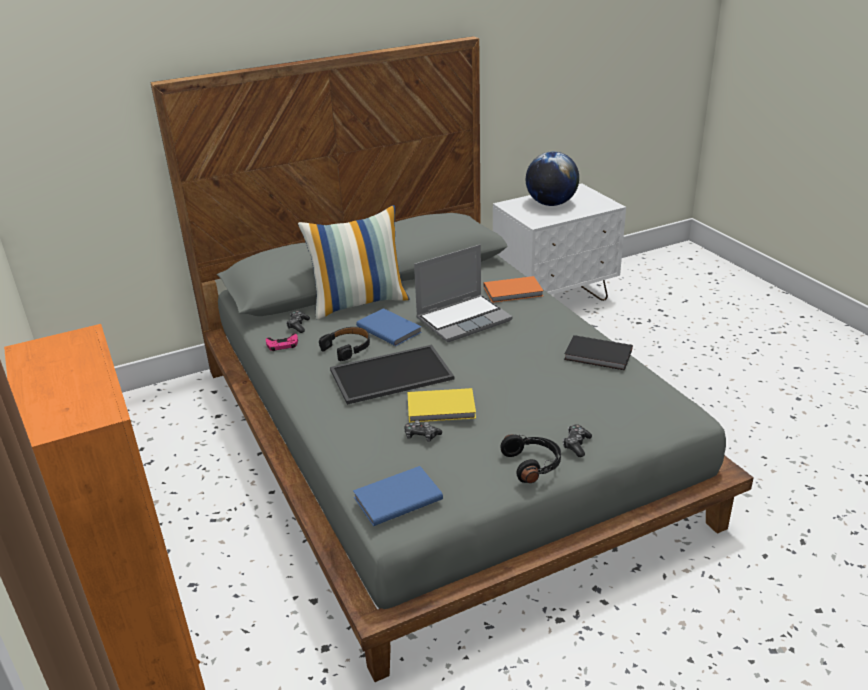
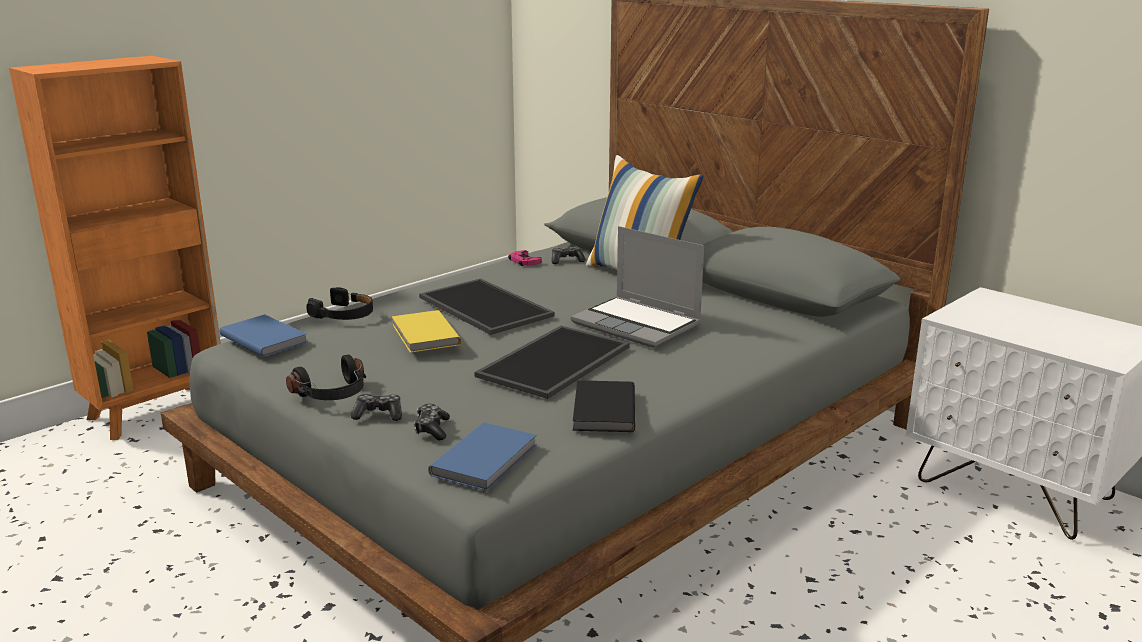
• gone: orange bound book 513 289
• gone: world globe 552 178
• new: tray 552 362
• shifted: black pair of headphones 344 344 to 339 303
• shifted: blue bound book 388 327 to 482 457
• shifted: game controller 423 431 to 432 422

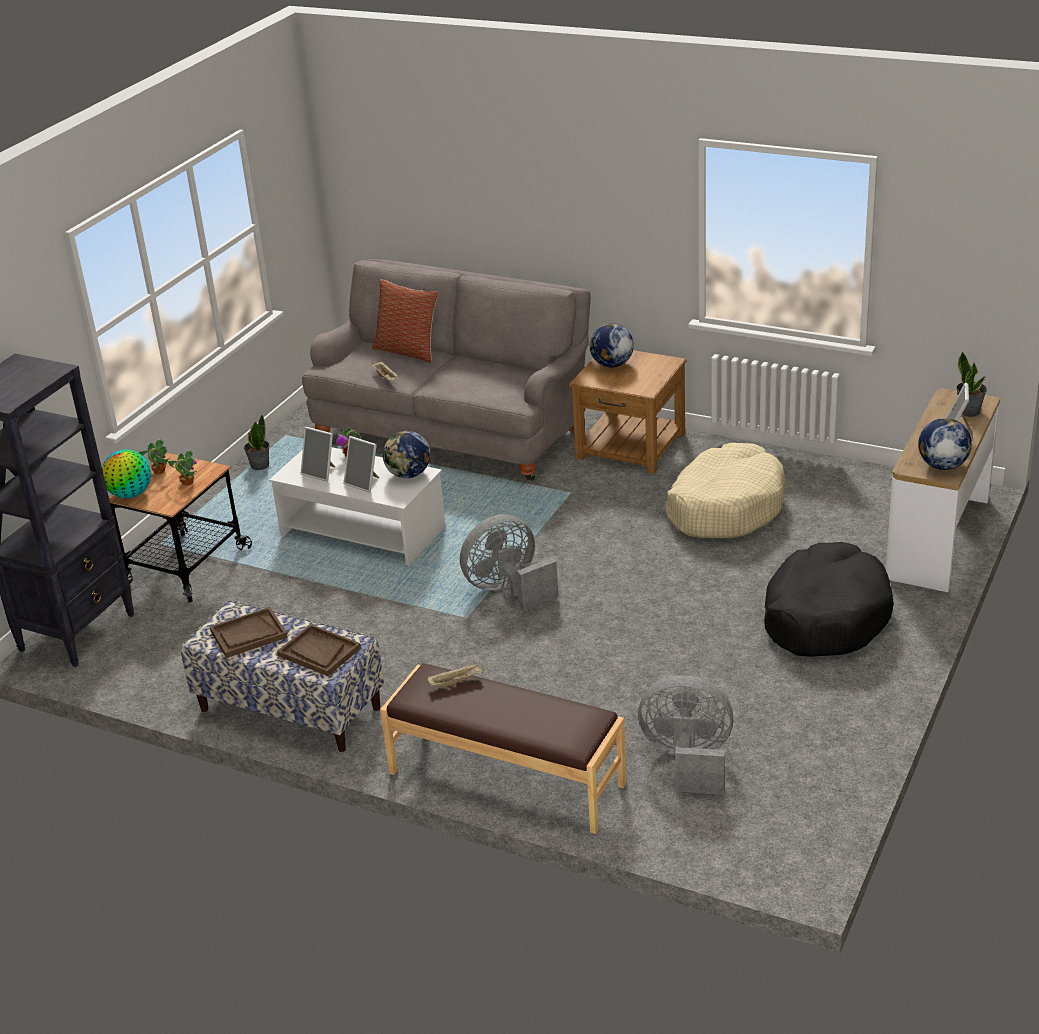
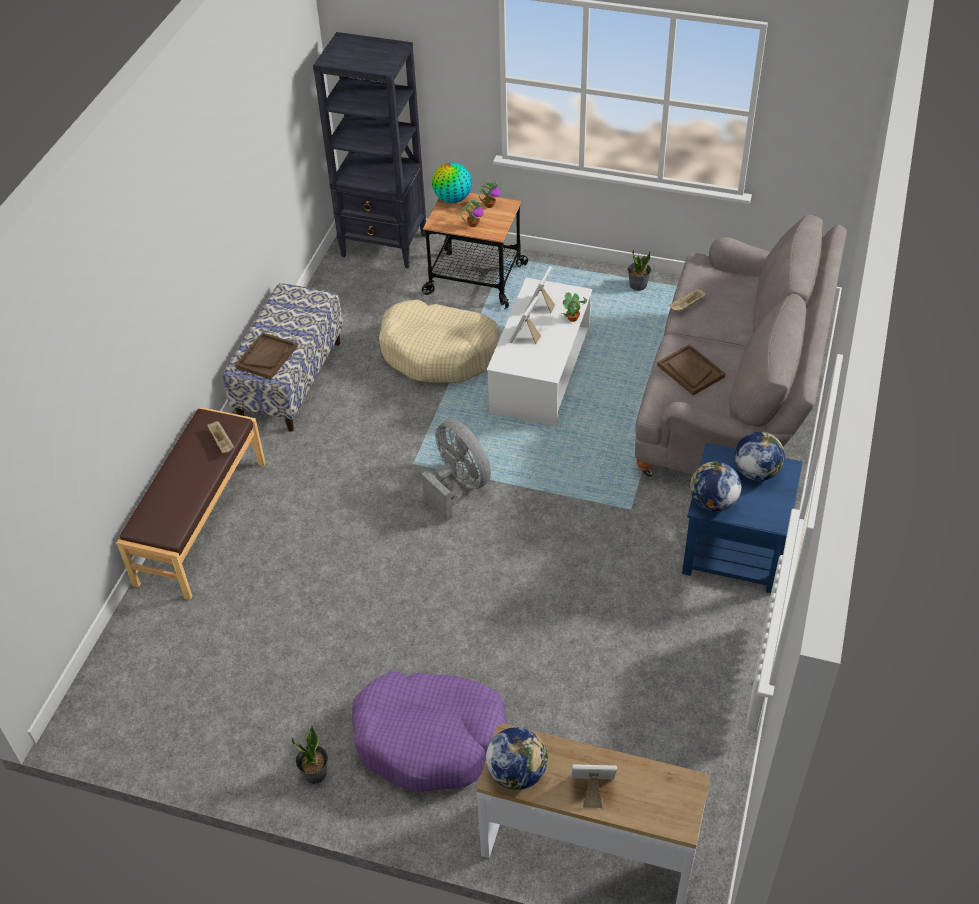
• gone: cushion 405 321
• gone: greyish cooling fan 686 735
• shifted: brown-coloured tray 249 632 to 691 370
• shifted: world globe 406 454 to 715 487
• shifted: beige dog cushion 725 490 to 439 341
• shifted: potted plant 971 384 to 309 755
• repainted: brown-coloured accent table 628 412 to blue accent table 742 518
• repainted: black dog cushion 829 599 to purplish dog cushion 430 731

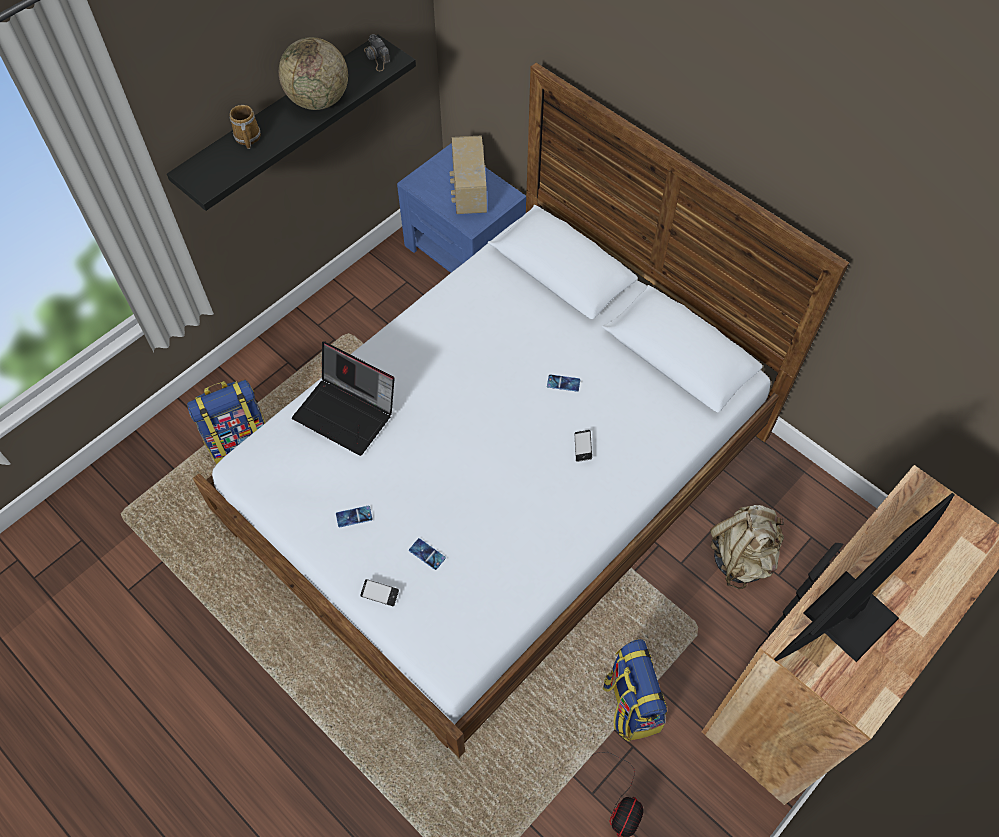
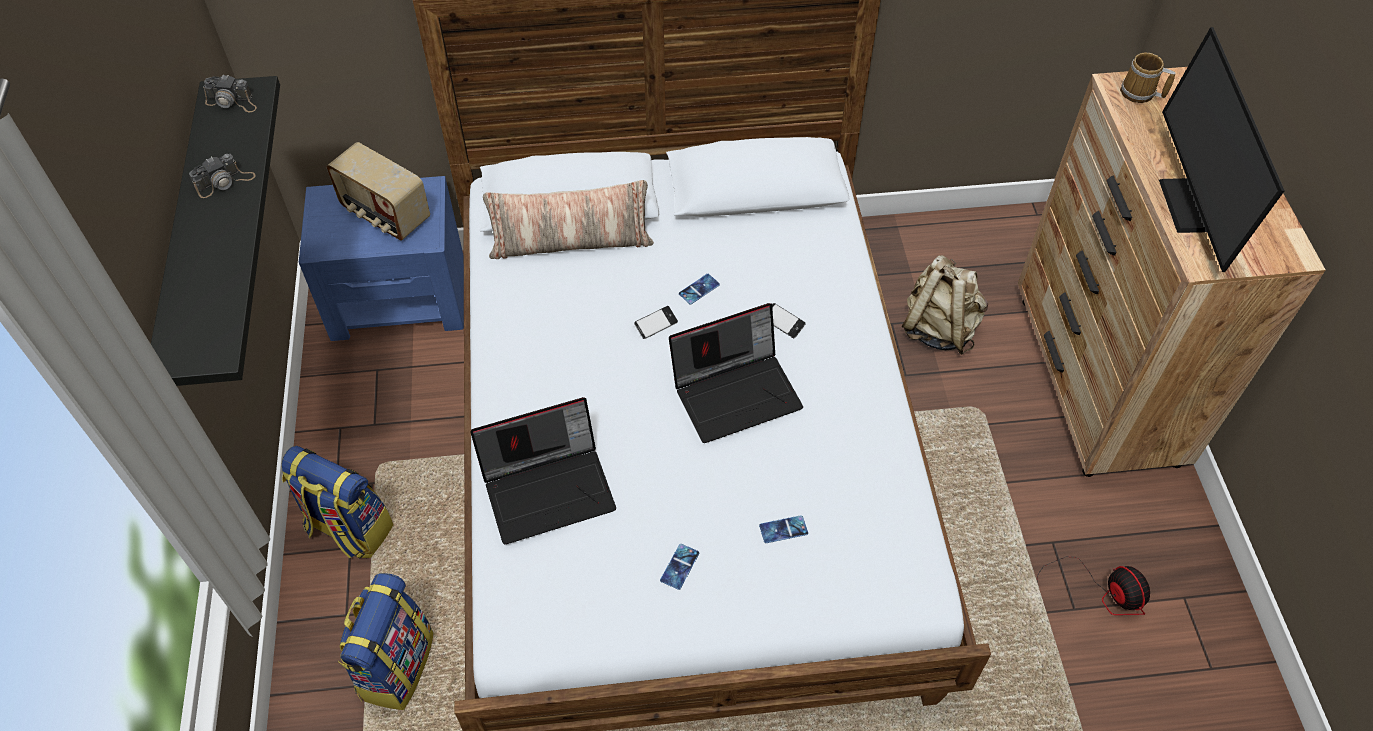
• new: cushion 568 219
• new: notebook computer 736 373
• shifted: mug 245 127 to 1148 77
• shifted: phone 379 592 to 656 322
• shifted: knapsack 634 690 to 337 502
• swapped: world globe 313 73 to still camera 222 176

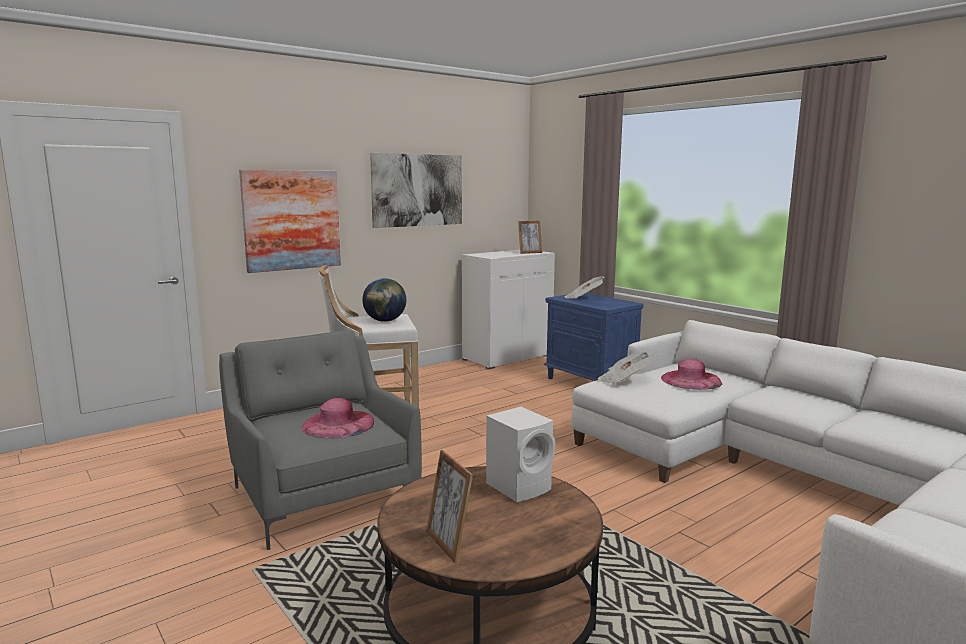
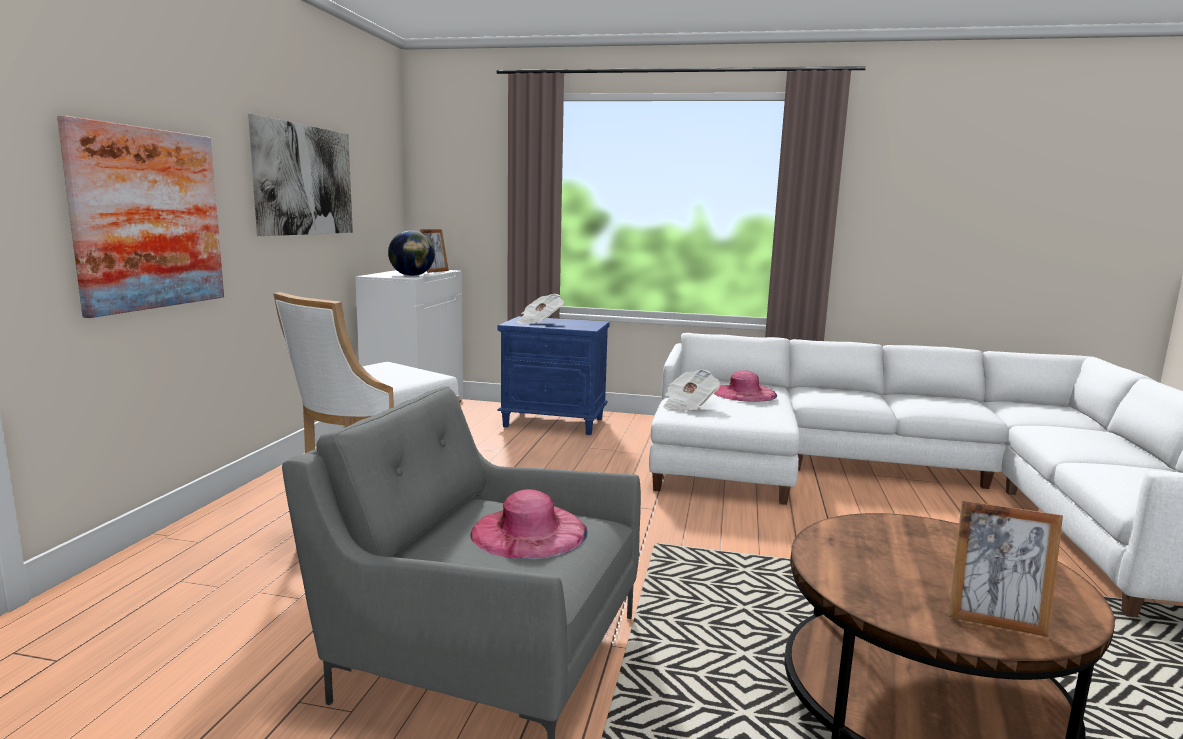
• gone: whitish speaker 520 454
• shifted: world globe 384 300 to 411 253

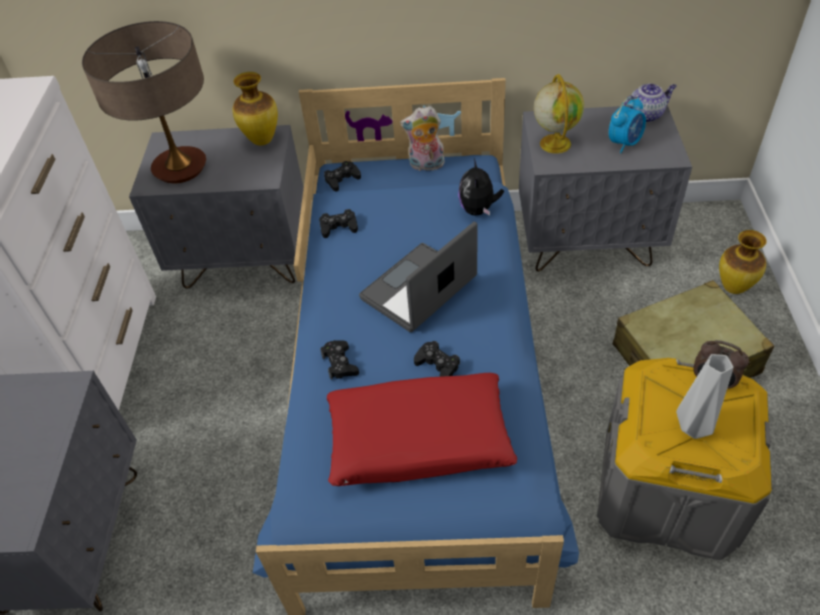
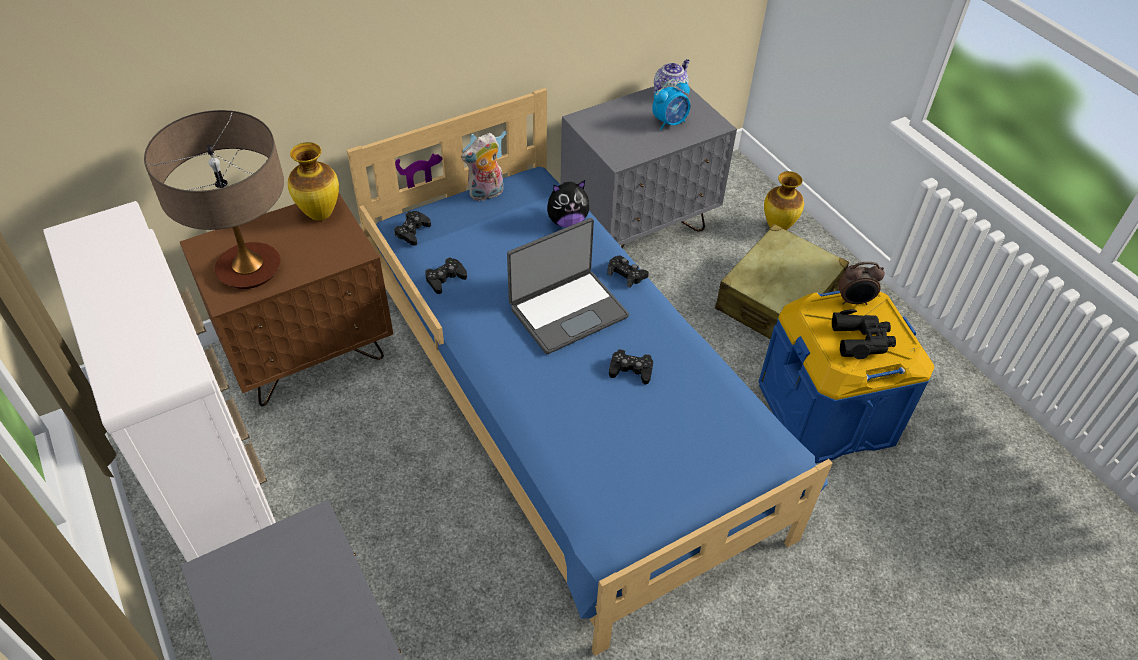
• gone: red-coloured cushion 422 429
• gone: world globe 558 114
• shifted: black game controller 339 359 to 628 272
• swapped: greyish decorative vase 704 396 to black binoculars 864 334
• repainted: greyish bedside table 216 206 to brown-coloured bedside table 286 299
• repainted: greyish storage box 684 459 to blue storage box 846 377
• rotated: notebook computer 418 277 = 568 286 135 degrees counterclockwise
• rotated: plush toy 481 187 = 568 203 75 degrees counterclockwise
• rotated: table clock 627 125 = 671 104 45 degrees clockwise

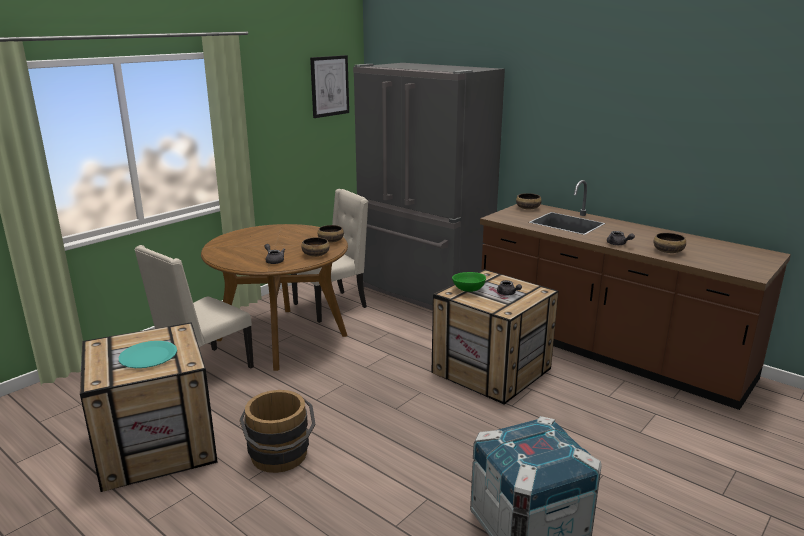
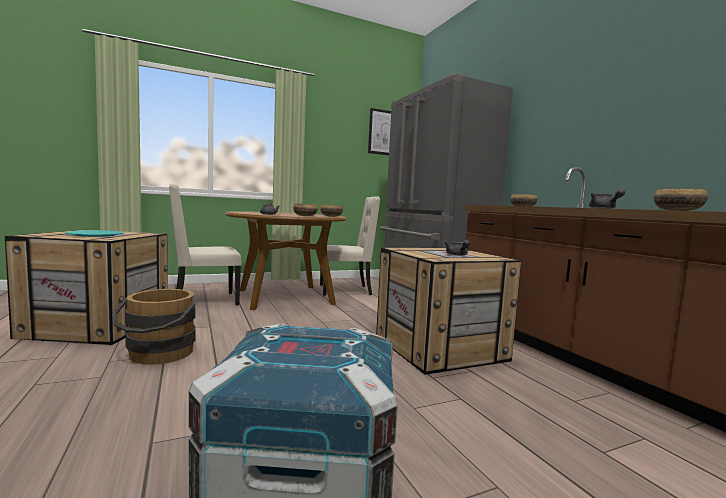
• gone: green-coloured bowl 469 282

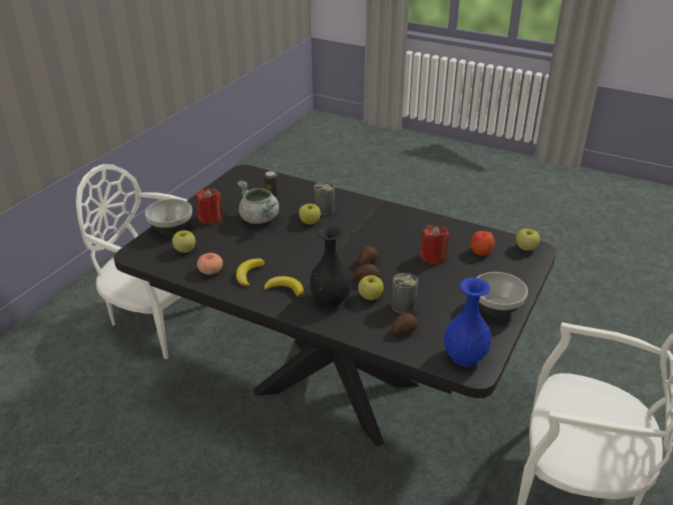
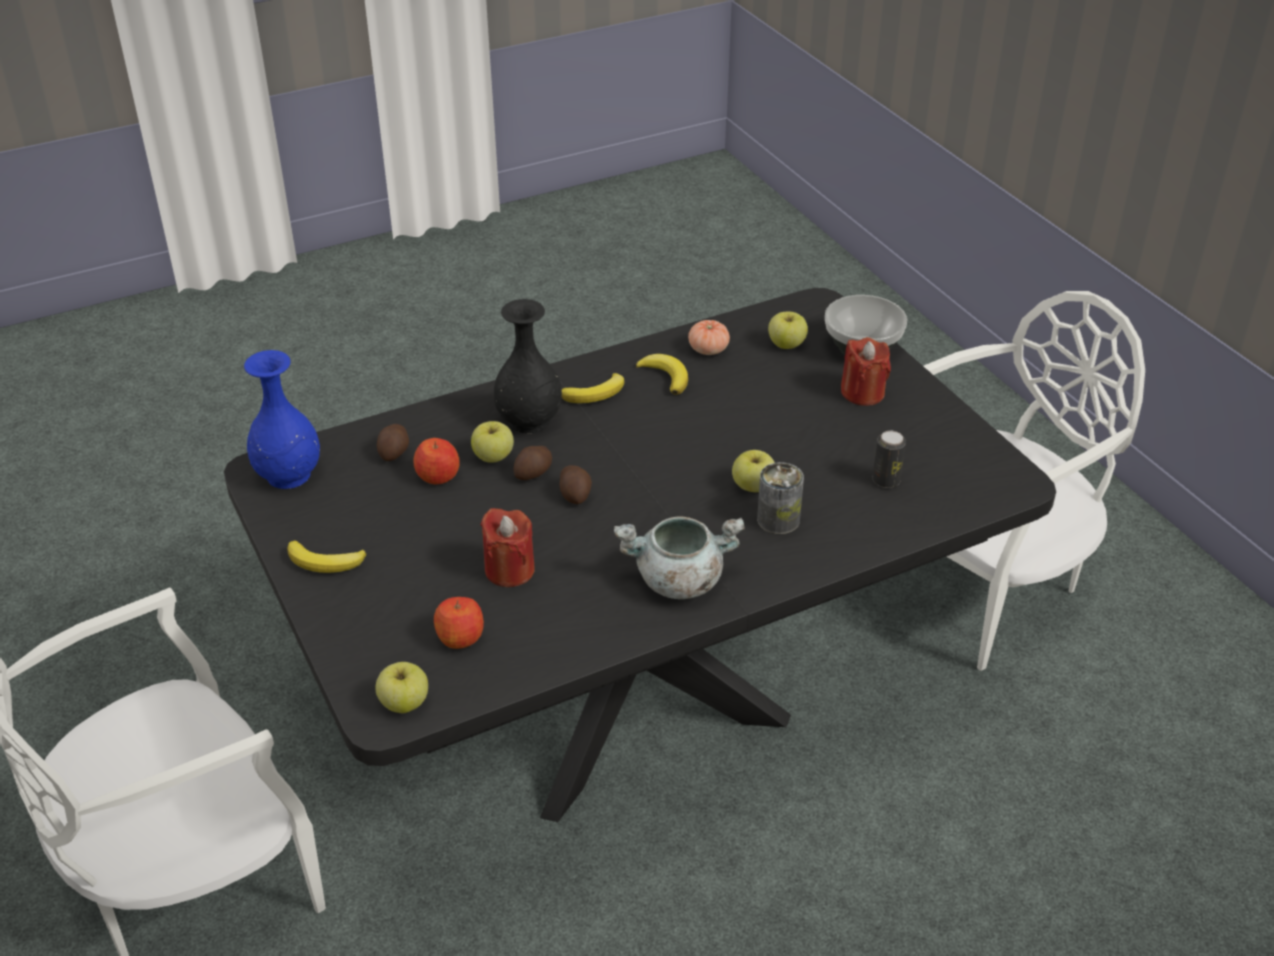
• shifted: greyish cooking pot 258 202 to 679 557
• swapped: metal can 405 293 to apple fruit 437 461
• swapped: bowl 502 294 to whole banana 326 556

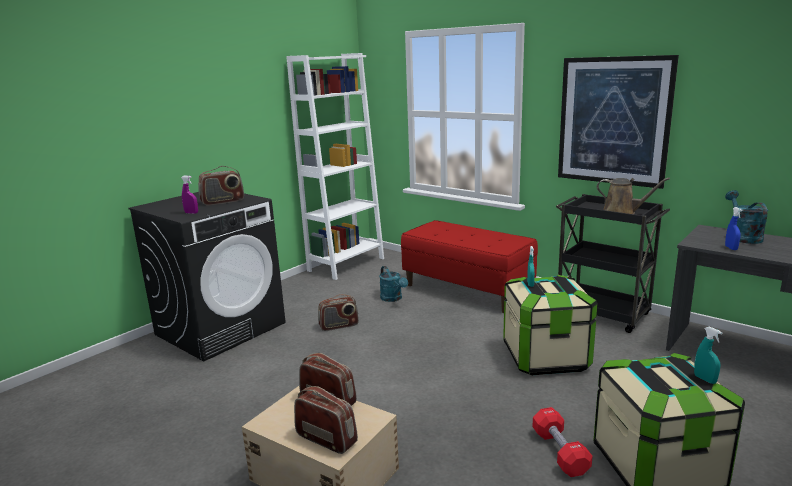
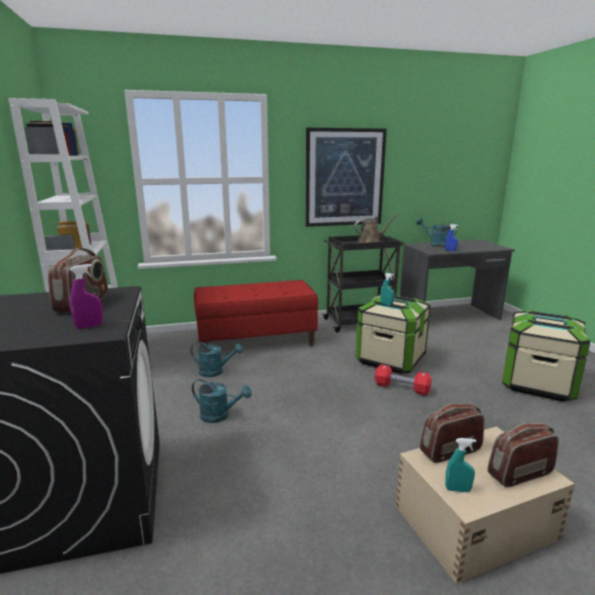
• shifted: red-coloured free weight 562 442 to 403 379
• shifted: turquoise sprayer 708 355 to 460 465
• swapped: radio set 338 312 to turquoise watering can 222 401

